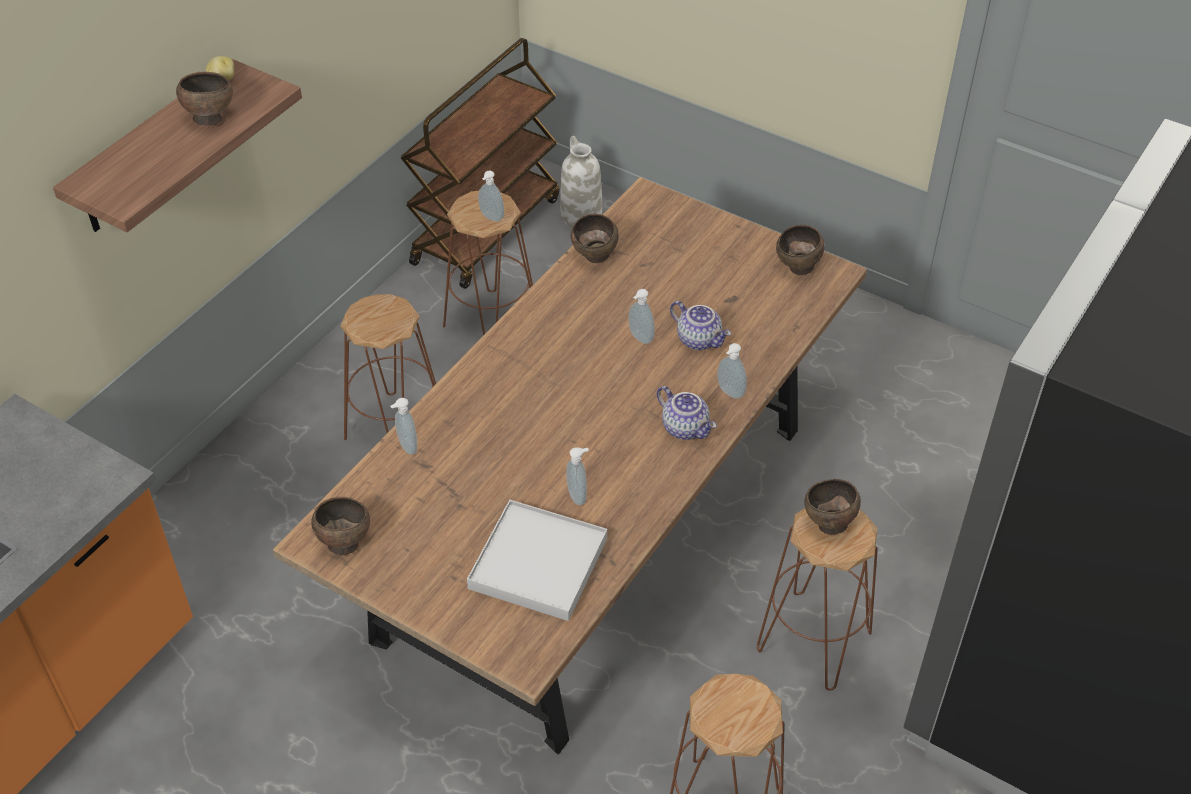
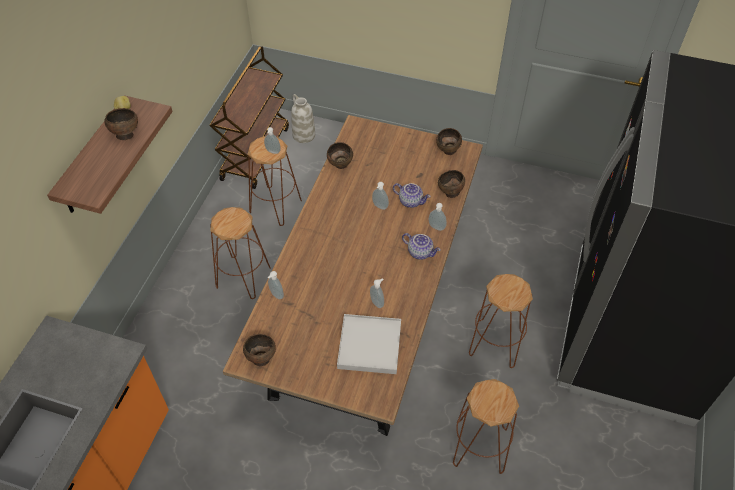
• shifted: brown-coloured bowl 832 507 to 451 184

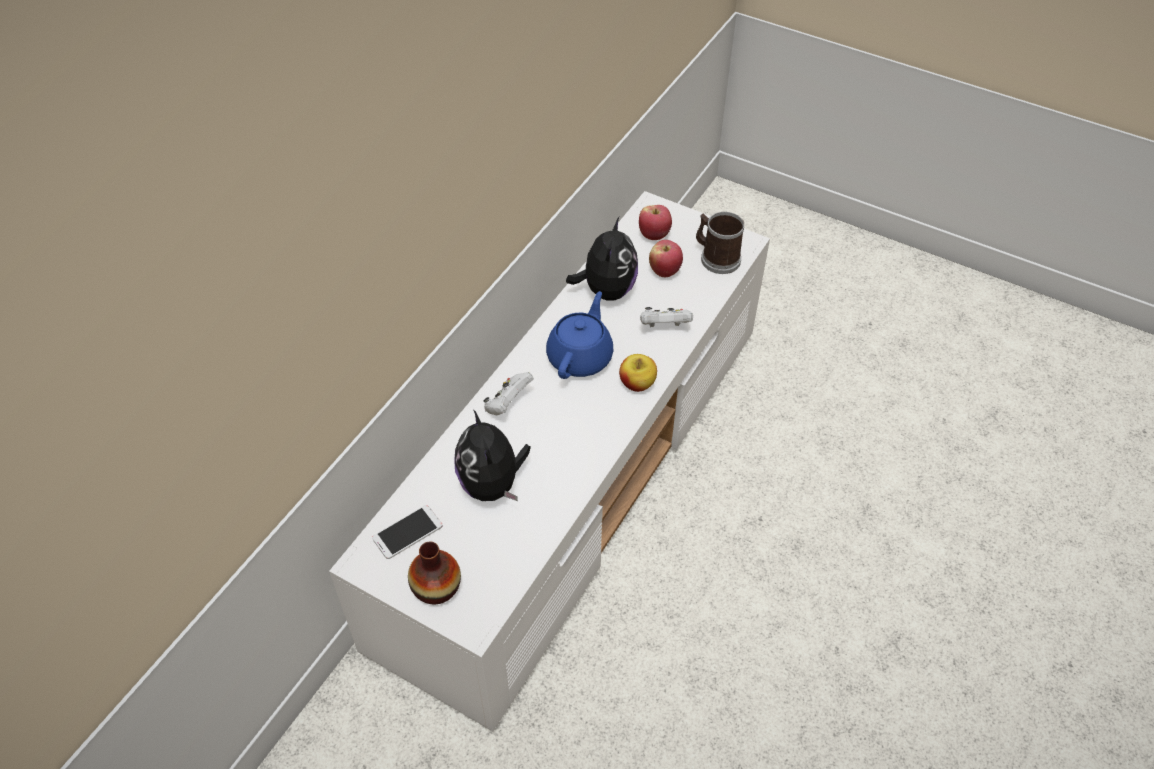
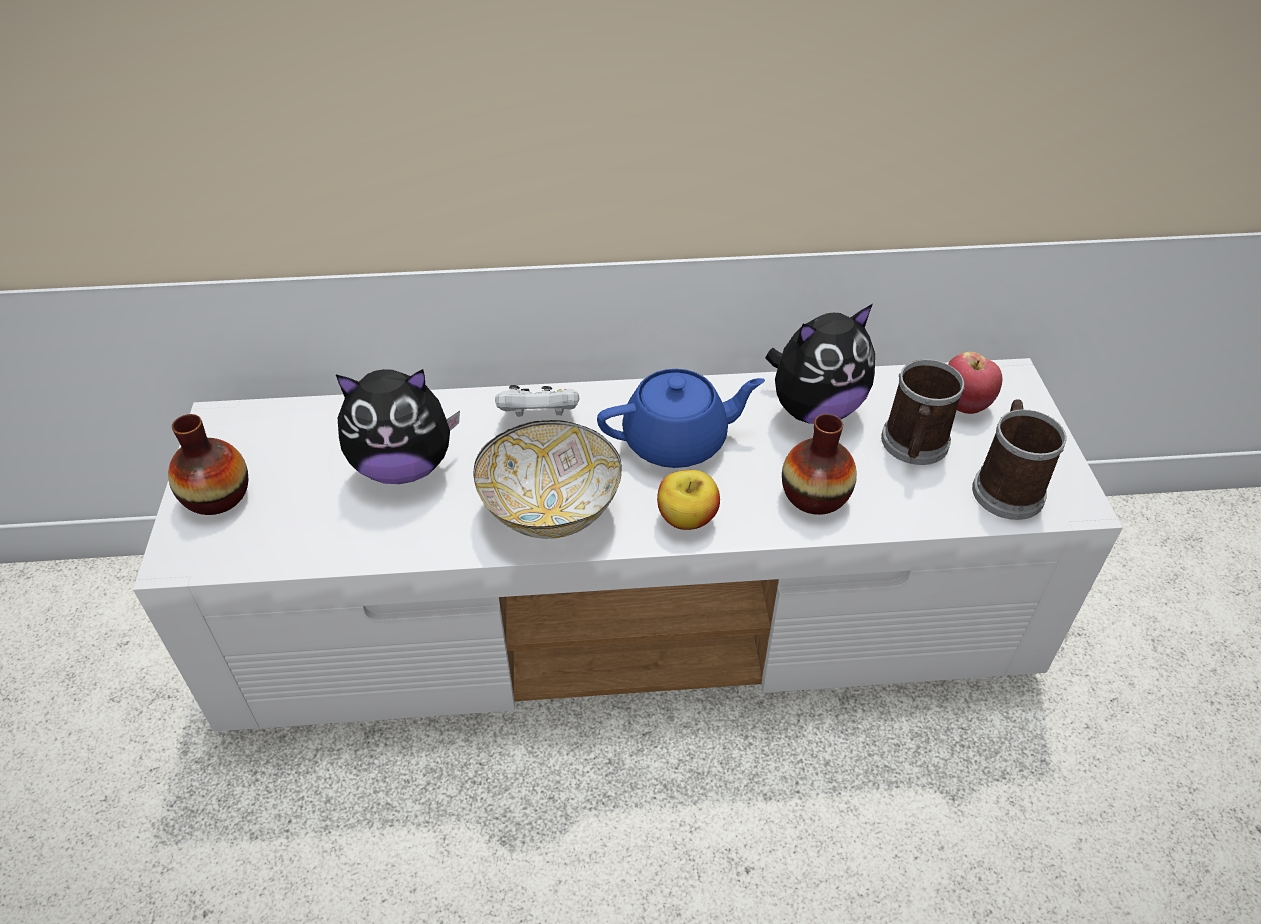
• gone: phone 407 532
• new: bowl 548 479
• swapped: whitish game controller 666 317 to decorative vase 819 464
• swapped: apple fruit 666 258 to mug 923 412
• rotated: plush toy 492 455 = 398 426 135 degrees counterclockwise

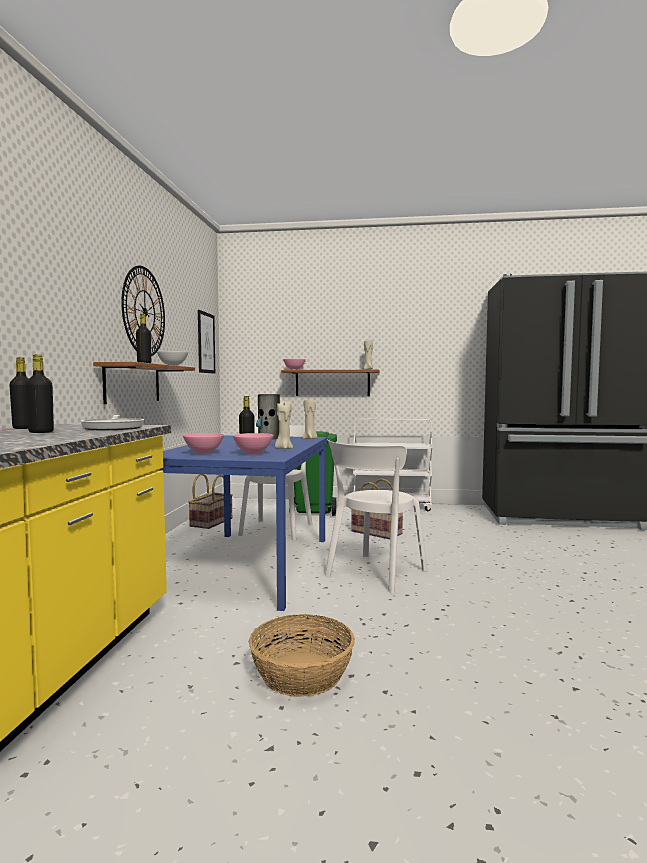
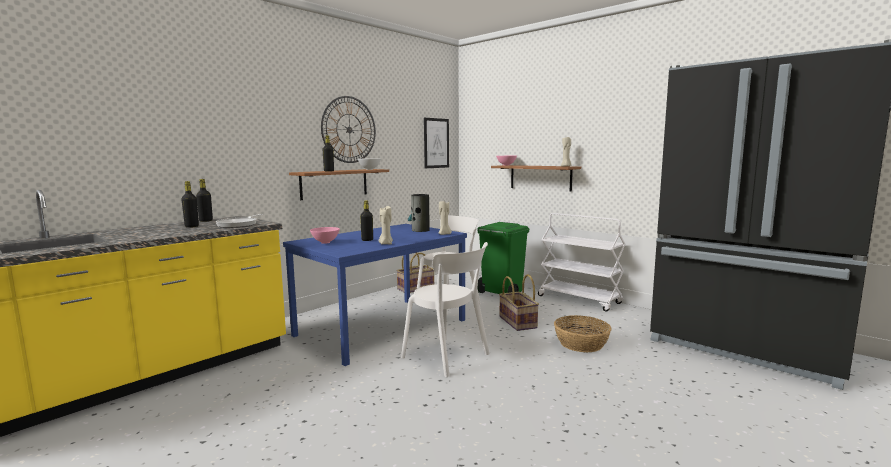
• gone: pink bowl 253 444
• shifted: household basket 302 655 to 582 333
• rotated: whitish chair 376 516 = 445 309 120 degrees counterclockwise

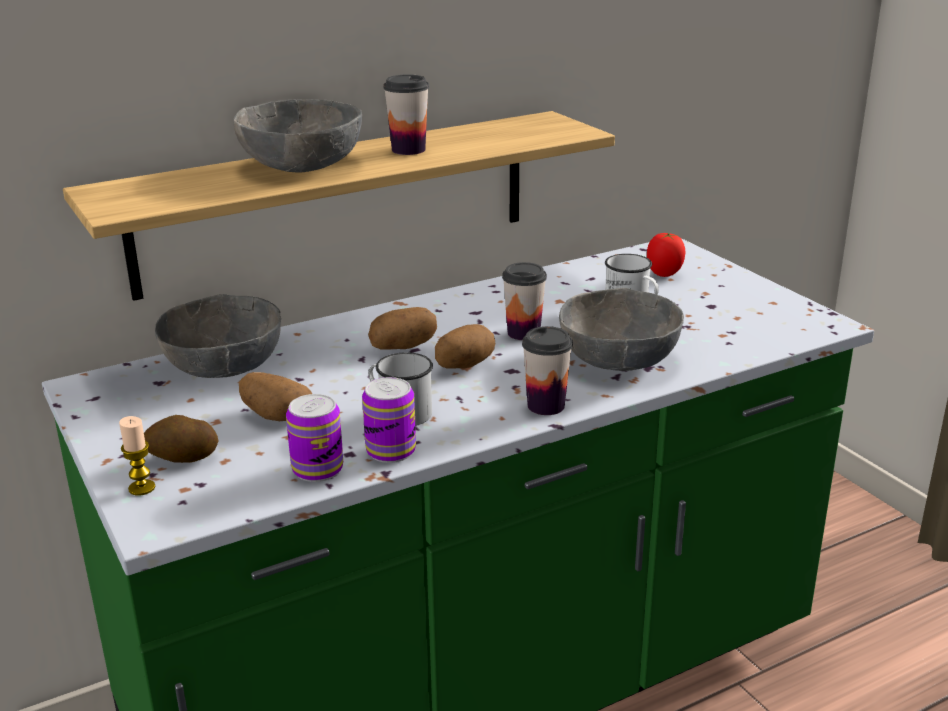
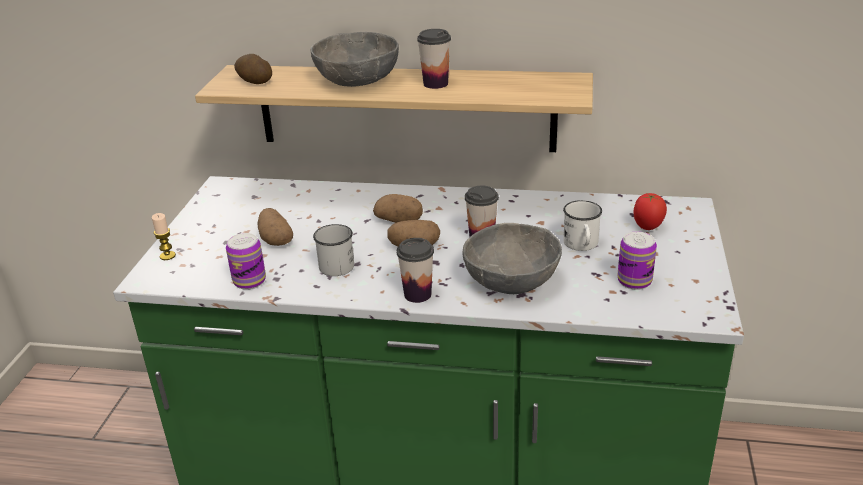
• gone: greyish bowl 218 336
• shifted: spud 181 439 to 253 69
• shifted: metal can 389 420 to 637 260

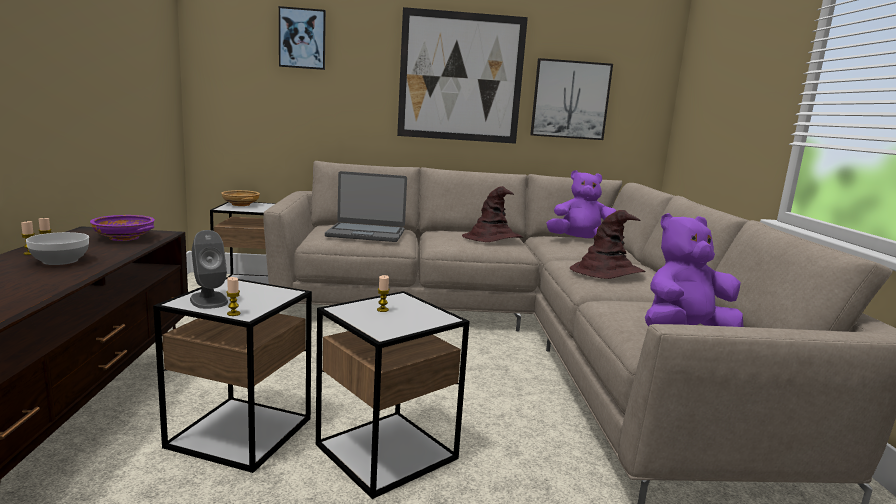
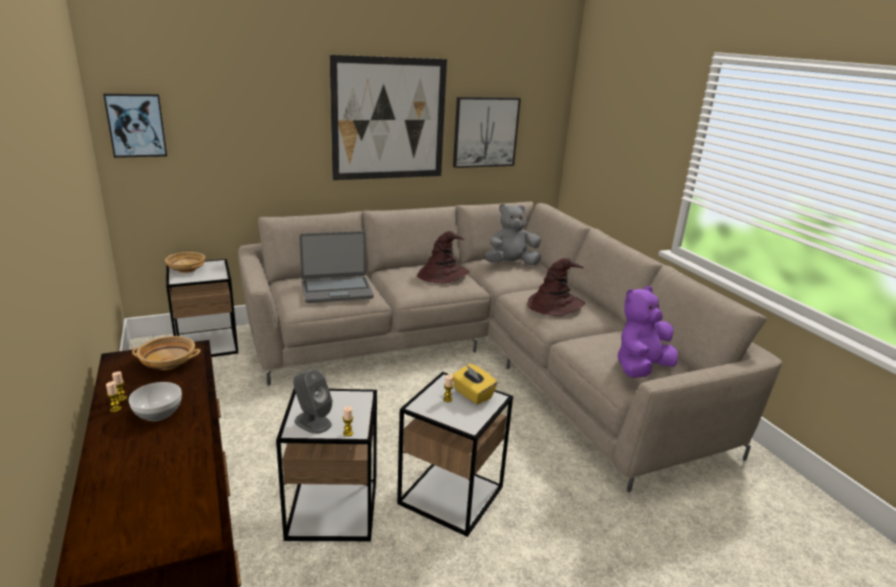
• new: yellow box of tissues 474 384
• shifted: wall art 302 38 to 135 125
• repainted: purplish bowl 122 228 to beige bowl 166 353
• repainted: purplish plush toy 582 204 to greyish plush toy 513 235

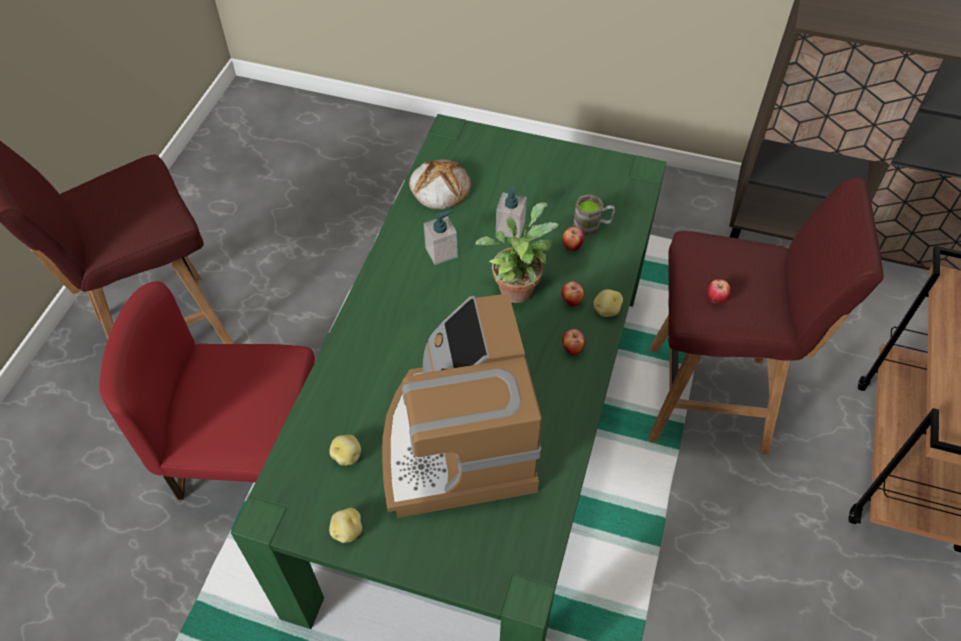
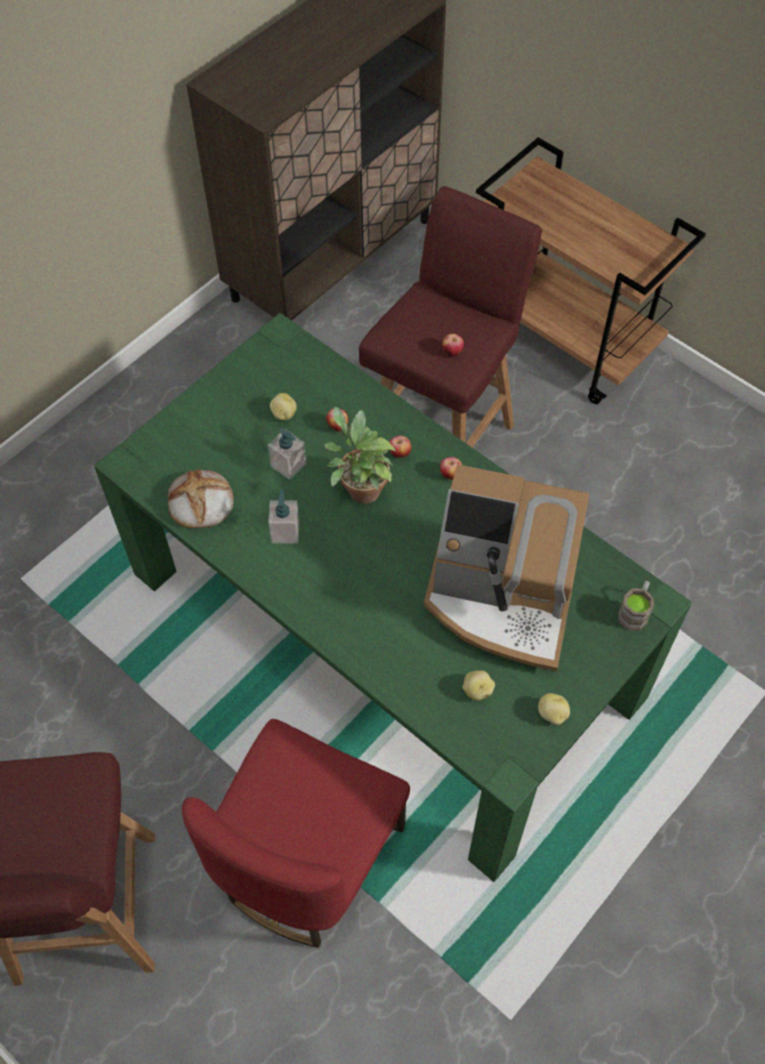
• shifted: brown-coloured mug 594 214 to 636 606
• shifted: spud 608 303 to 283 406

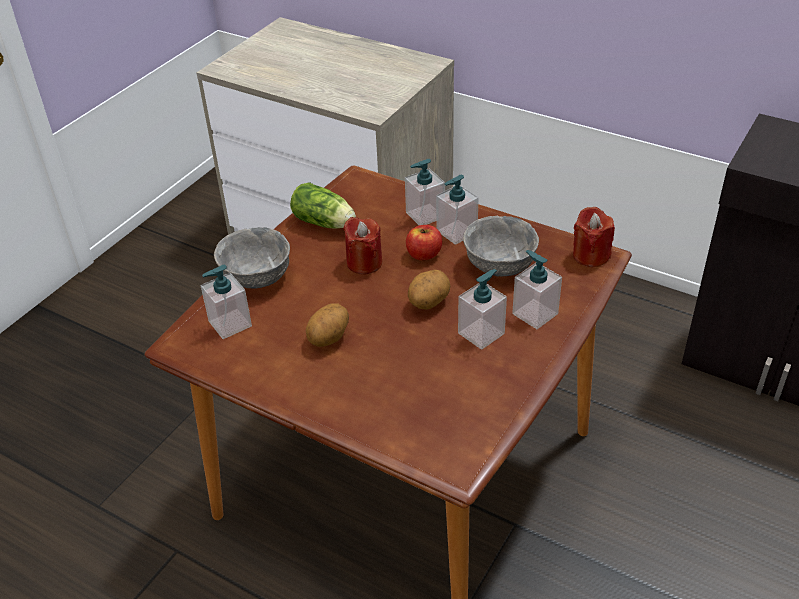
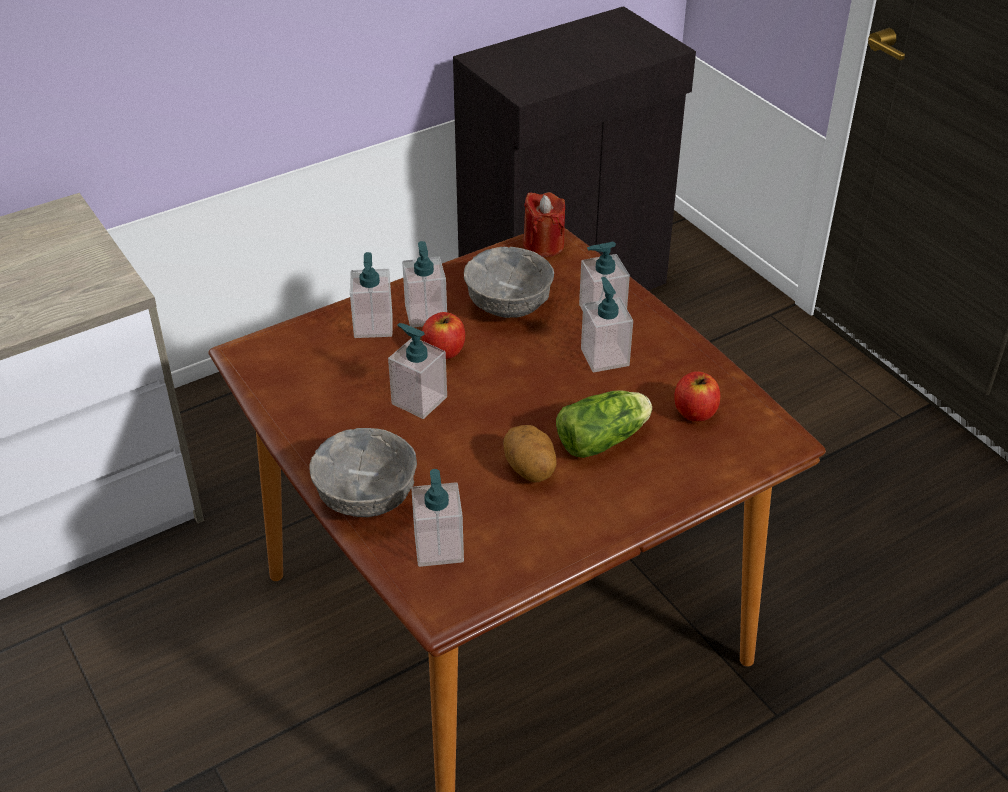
• gone: spud 429 290
• new: apple fruit 697 397
• shifted: head of lettuce 323 205 to 604 424
• swapped: red-coloured wax light 362 246 to soap bottle 417 371

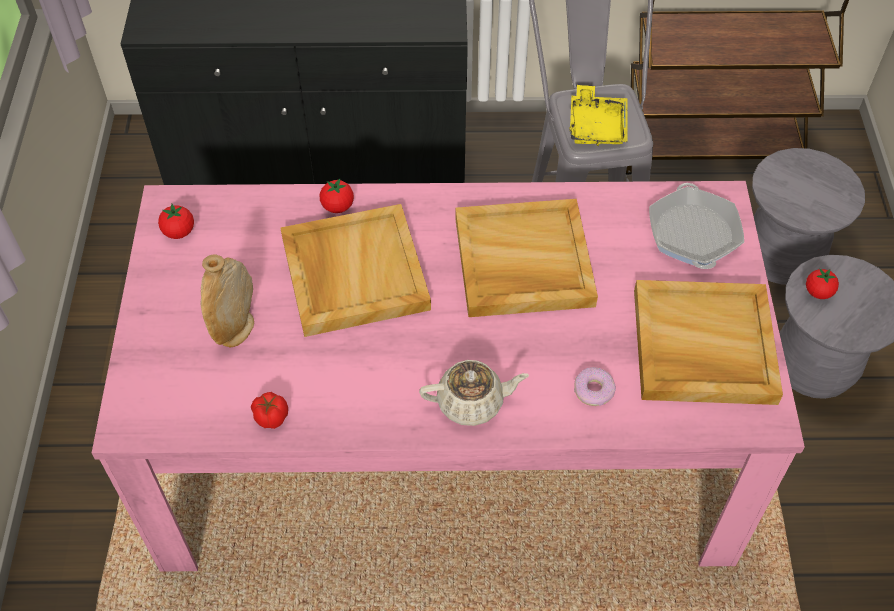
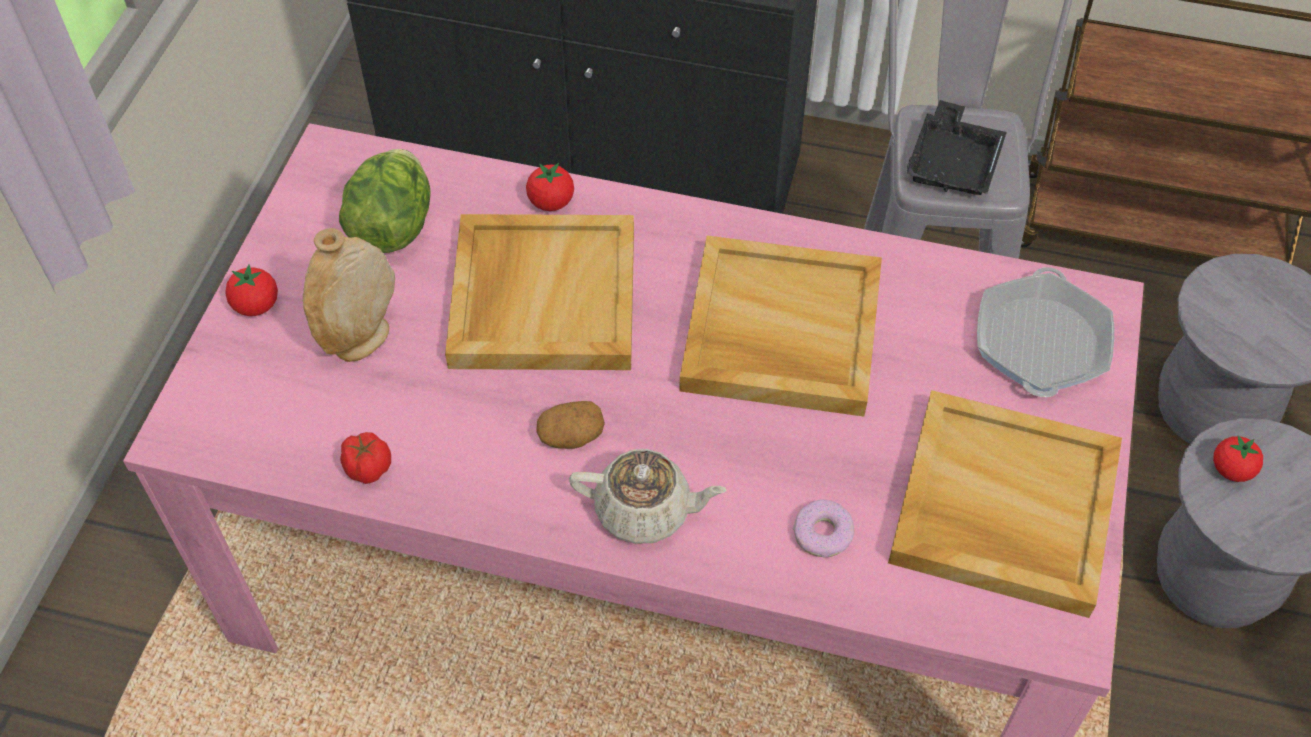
• new: head of lettuce 385 201
• new: spud 570 425
• shifted: tomato 176 221 to 251 290
• repainted: yellow tray 599 115 to black tray 957 147

